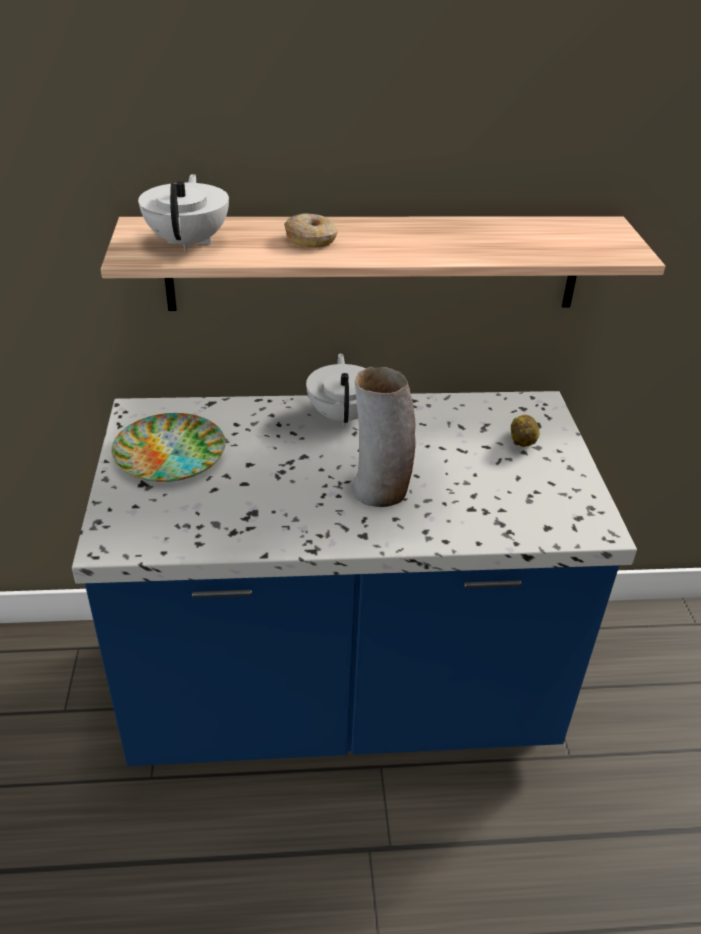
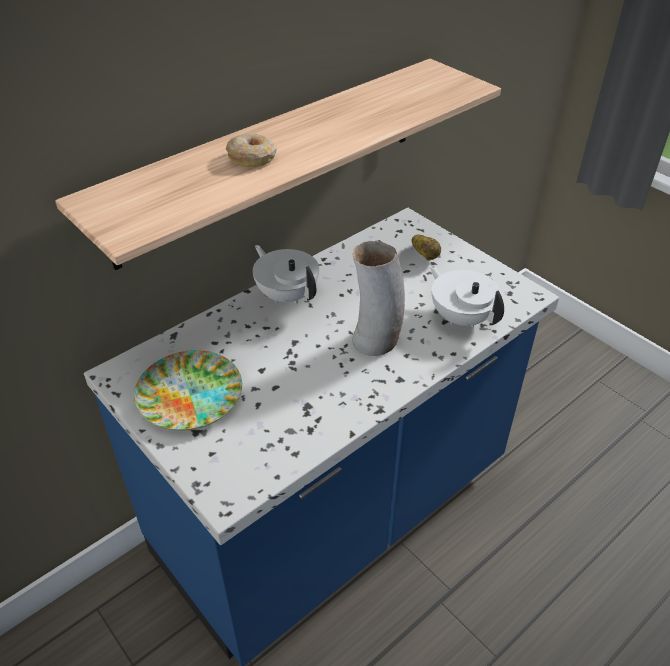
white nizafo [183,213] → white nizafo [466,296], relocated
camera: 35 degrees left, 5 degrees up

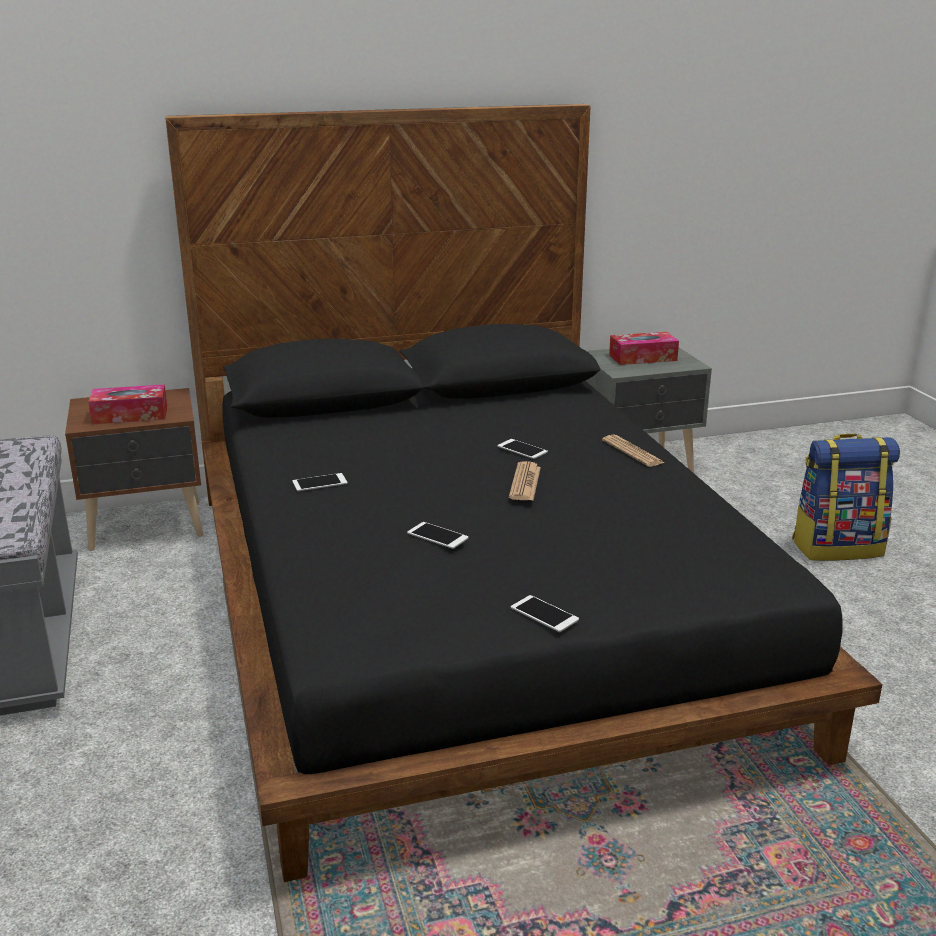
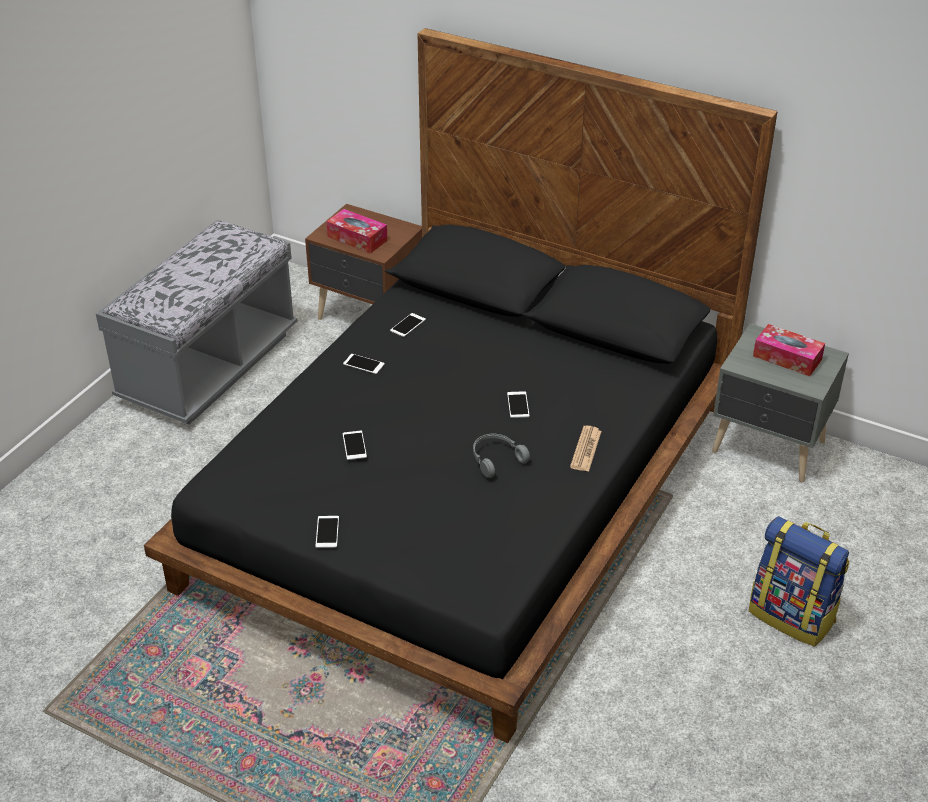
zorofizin [525,480] → -
- → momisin [408,325]
- → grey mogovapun [501,455]
camera: 45 degrees right, 15 degrees up

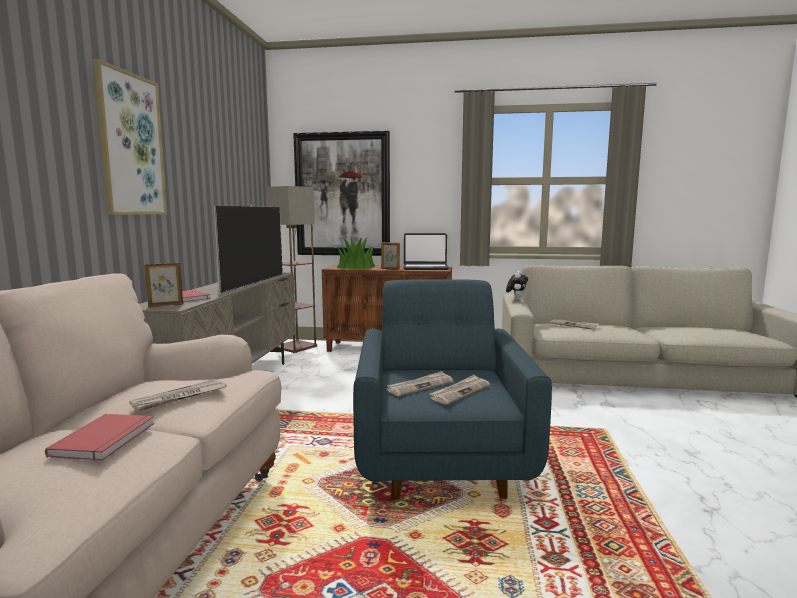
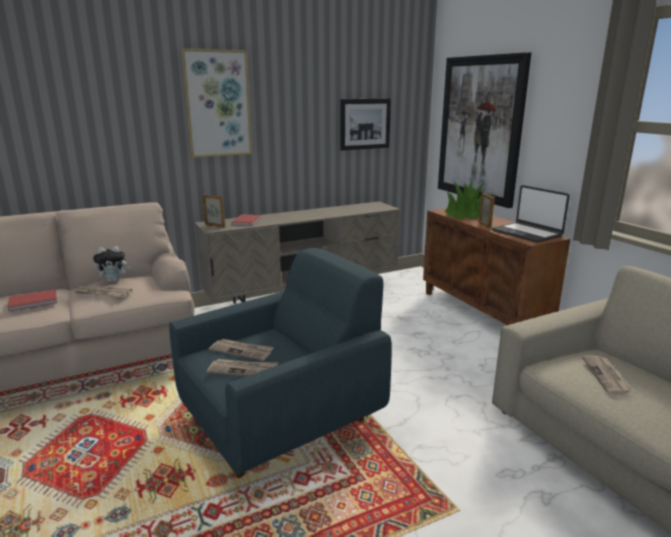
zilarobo [248,249] → -
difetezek [292,269] → -
- → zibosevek [365,124]
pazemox [517,286] → pazemox [112,264], relocated
camera: 55 degrees right, 10 degrees up

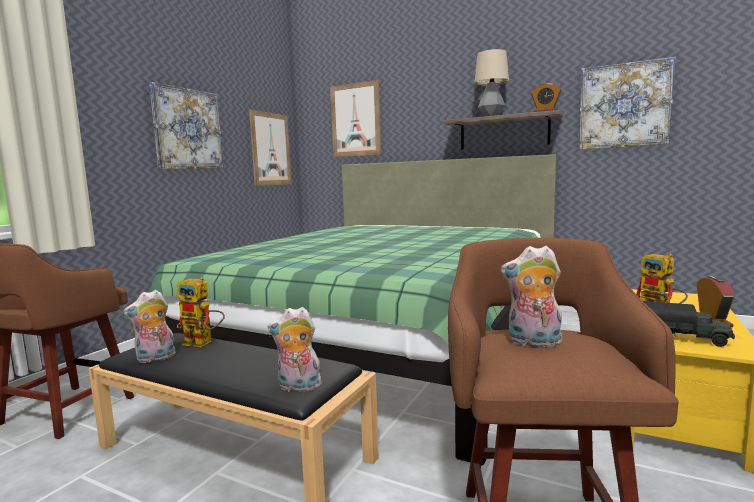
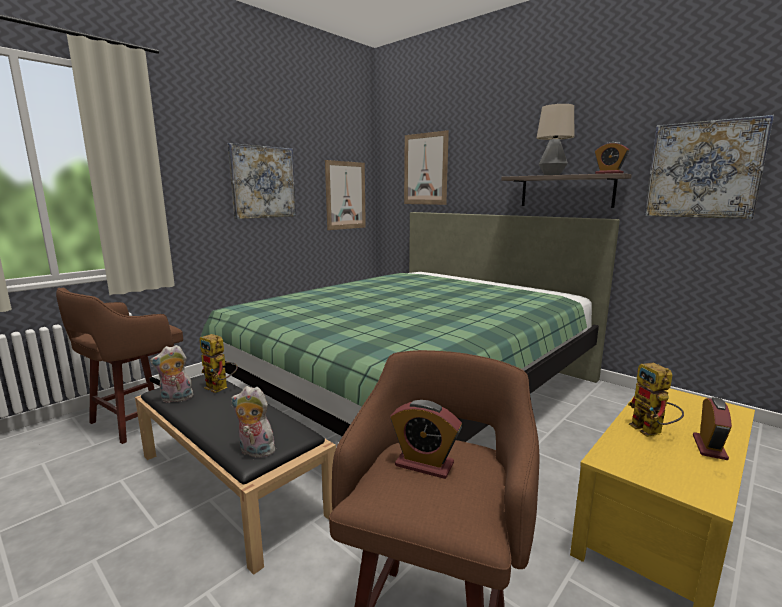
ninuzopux [689,324] → -
pazemox [531,297] → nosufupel [426,439]
camera: 15 degrees right, 5 degrees up

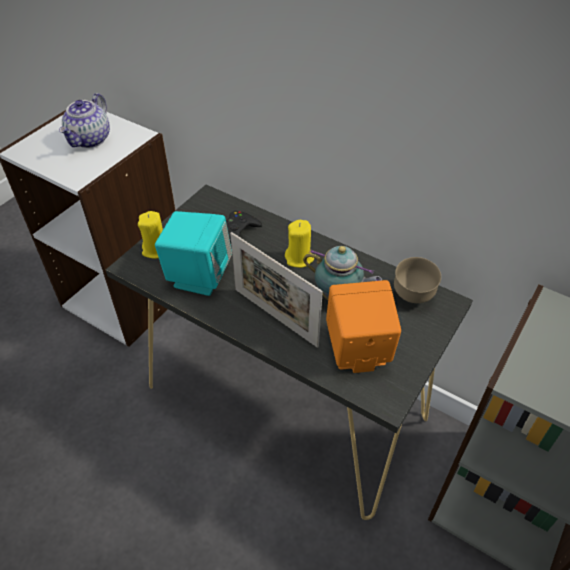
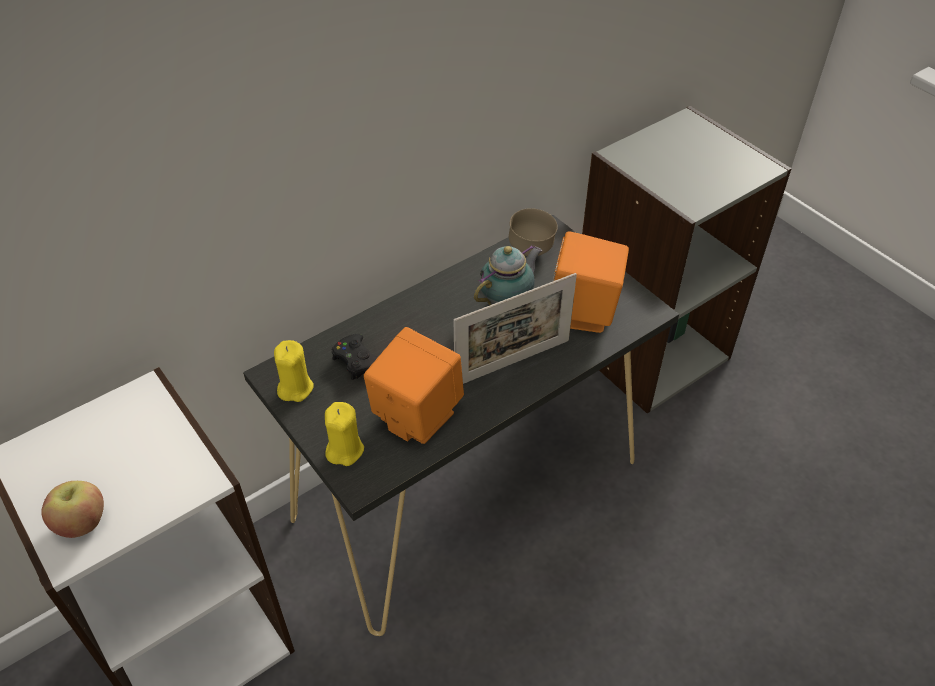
nizafo [84,120] → -
- → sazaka [72,509]
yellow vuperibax [299,244] → yellow vuperibax [294,371], relocated
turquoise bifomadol [193,253] → orange bifomadol [414,385]
camera: 70 degrees left, 0 degrees up

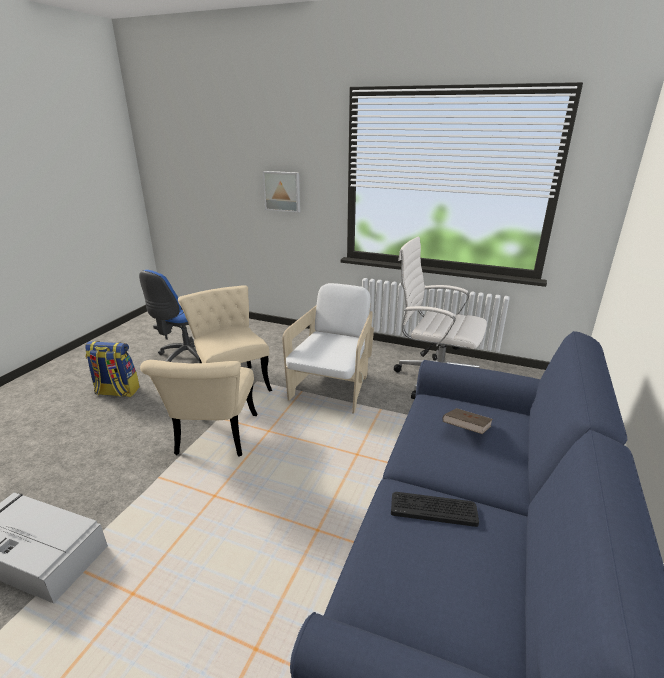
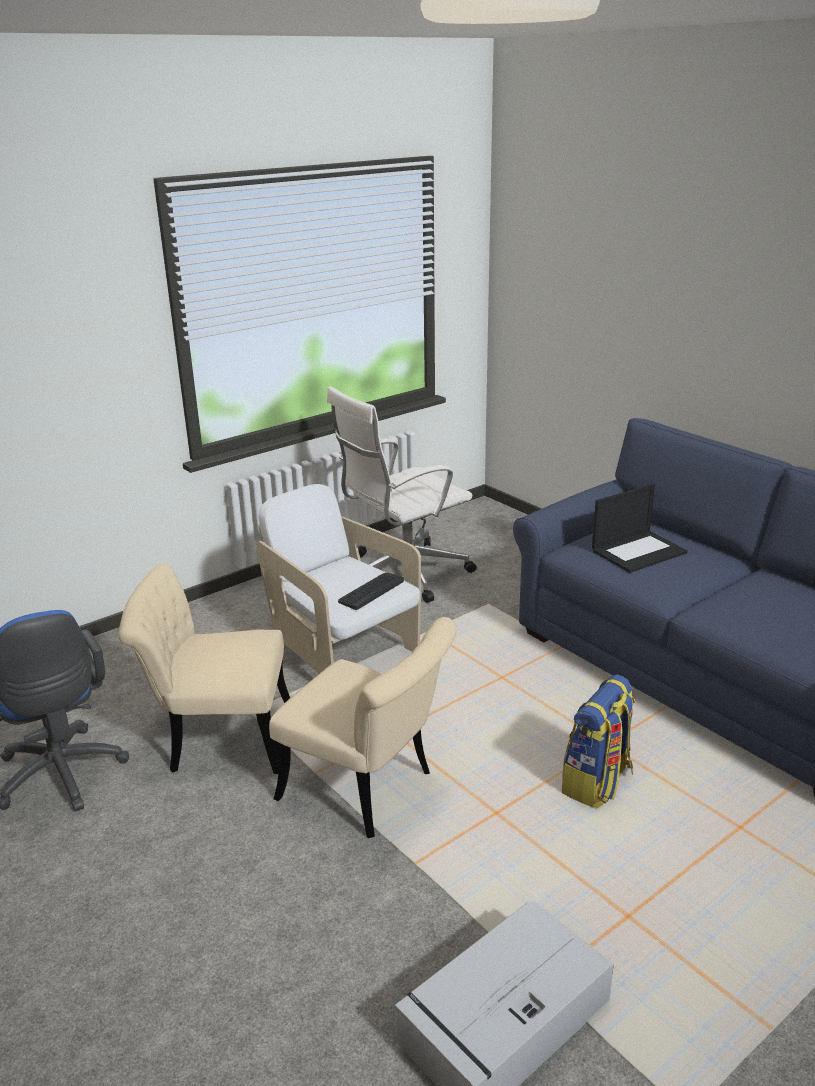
zibosevek [281,192] → -
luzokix [112,369] → luzokix [598,742], relocated
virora [435,509] → virora [371,591], relocated
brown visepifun [467,421] → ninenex [640,528]
camera: 60 degrees left, 0 degrees up

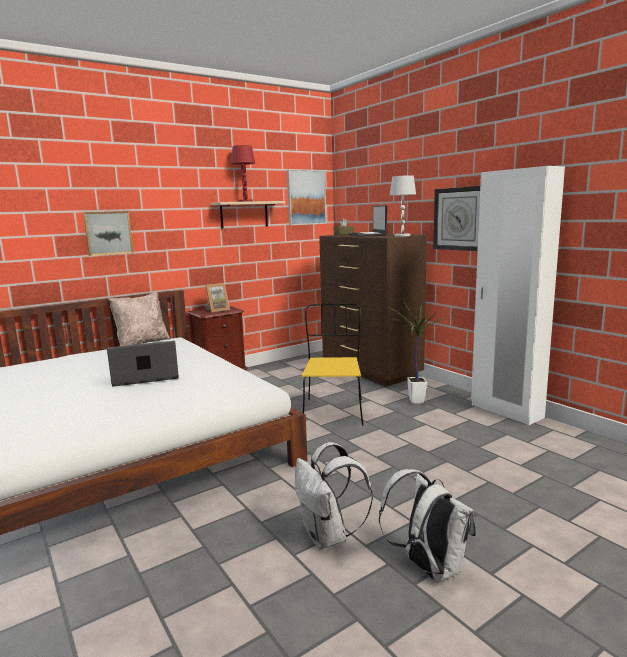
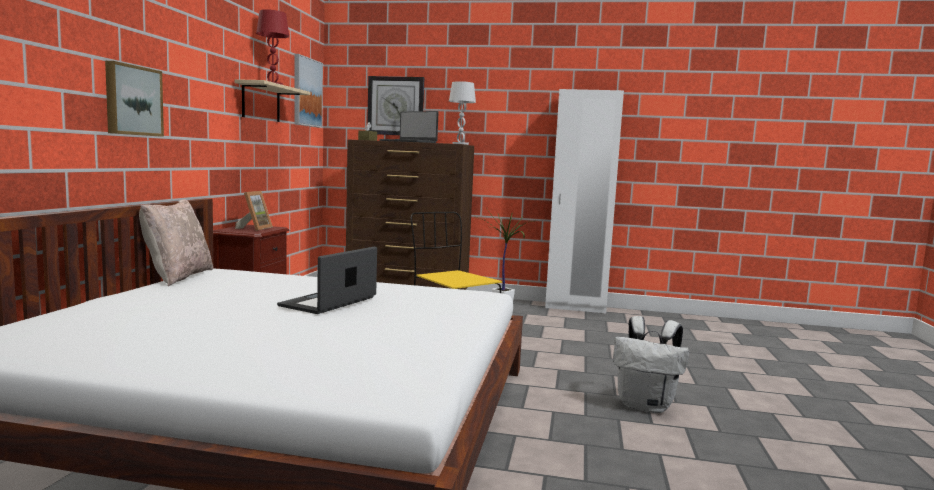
white luzokix [427,525] → -
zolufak [456,218] → zolufak [395,105], relocated
camera: 45 degrees left, 5 degrees down

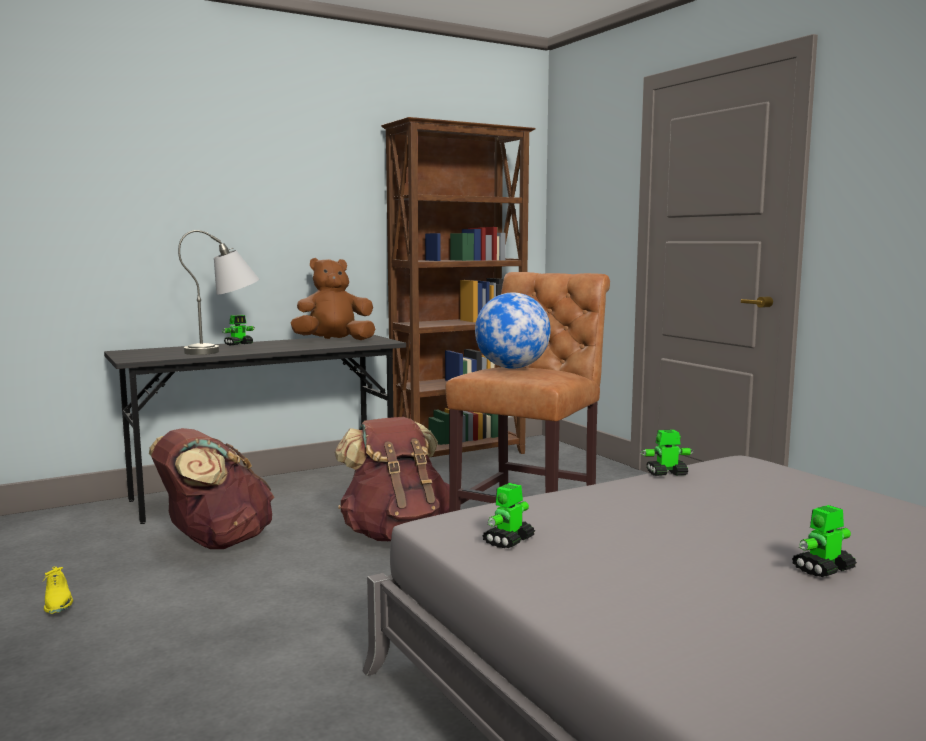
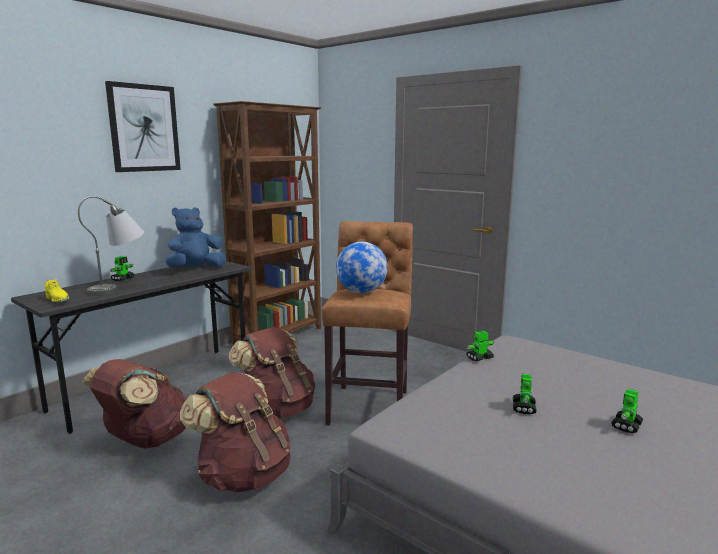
- → zibosevek [143,126]
- → brown luzokix [235,432]
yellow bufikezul [58,590] → yellow bufikezul [56,290], relocated
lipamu [508,515] → lipamu [525,394], relocated
brown pazemox [333,299] → blue pazemox [196,237]
camera: 20 degrees left, 5 degrees up

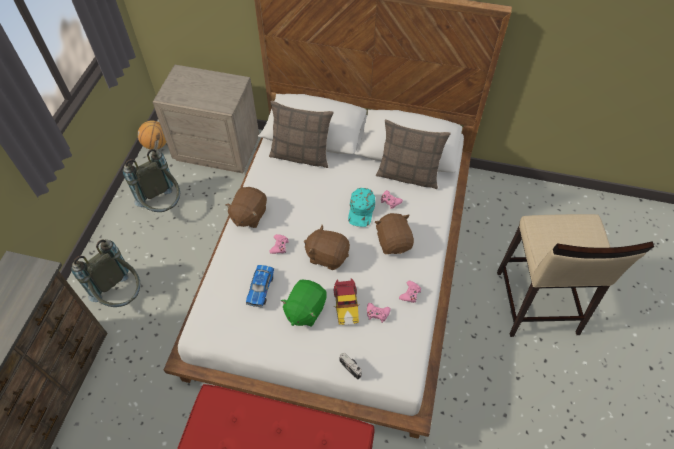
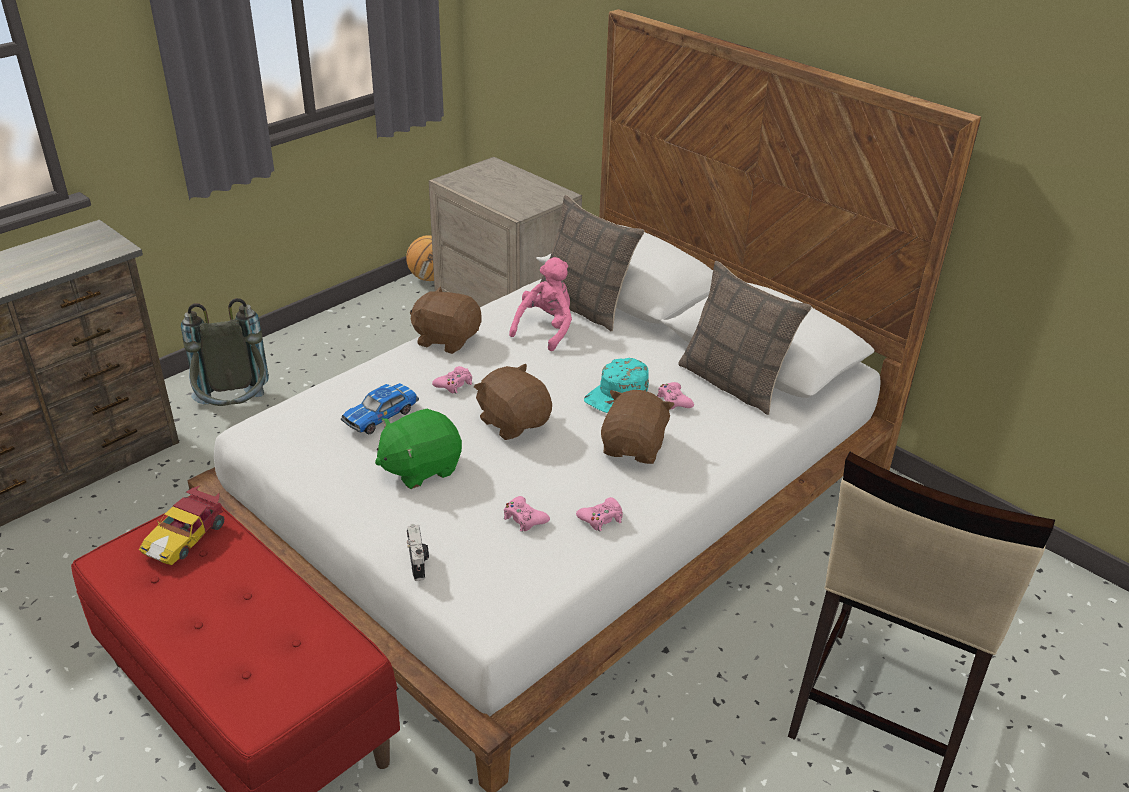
grey luzokix [151,180] → -
- → pink pazemox [540,304]
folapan [346,301] → folapan [182,525], relocated
brown pazemox [246,207] → brown pazemox [446,320], 60 degrees clockwise
camera: 30 degrees right, 20 degrees down

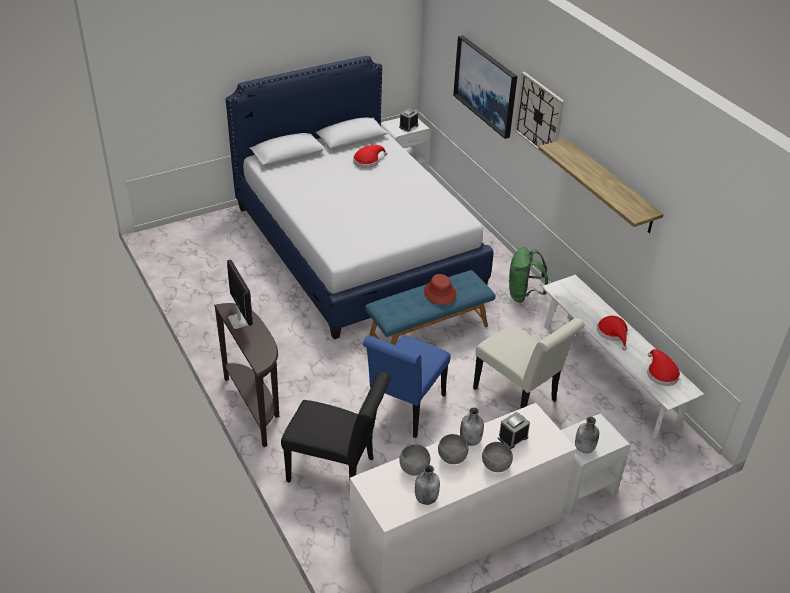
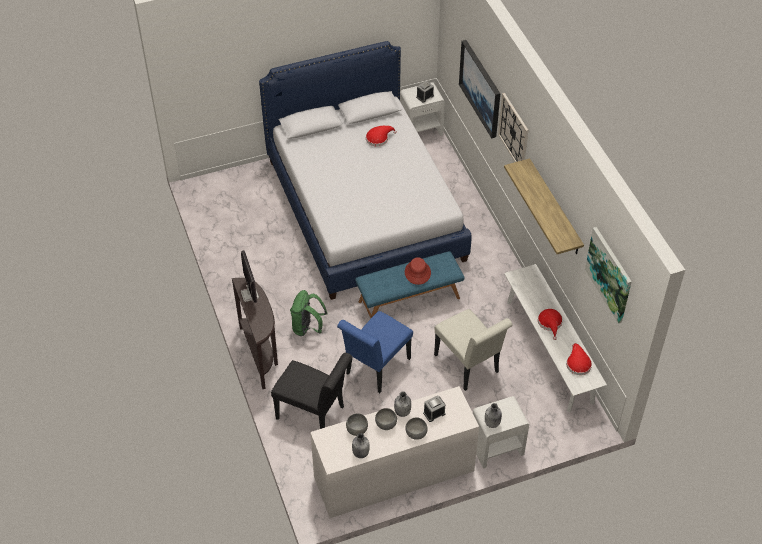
- → zibosevek [608,275]
green luzokix [528,275] → green luzokix [308,313], relocated
camera: 10 degrees right, 10 degrees up

